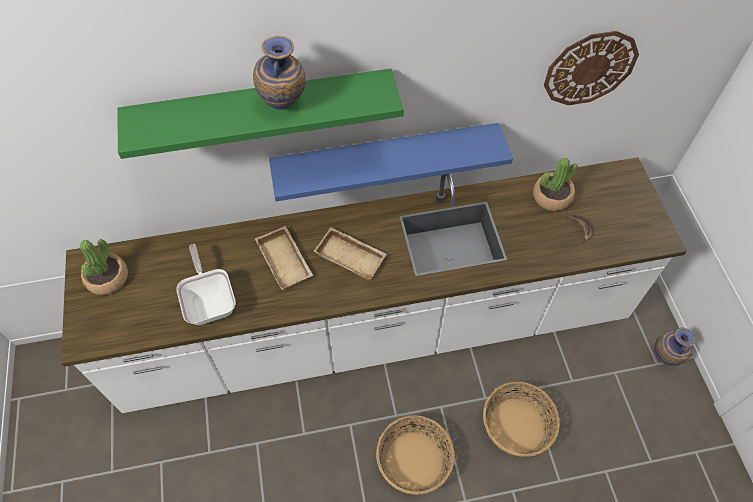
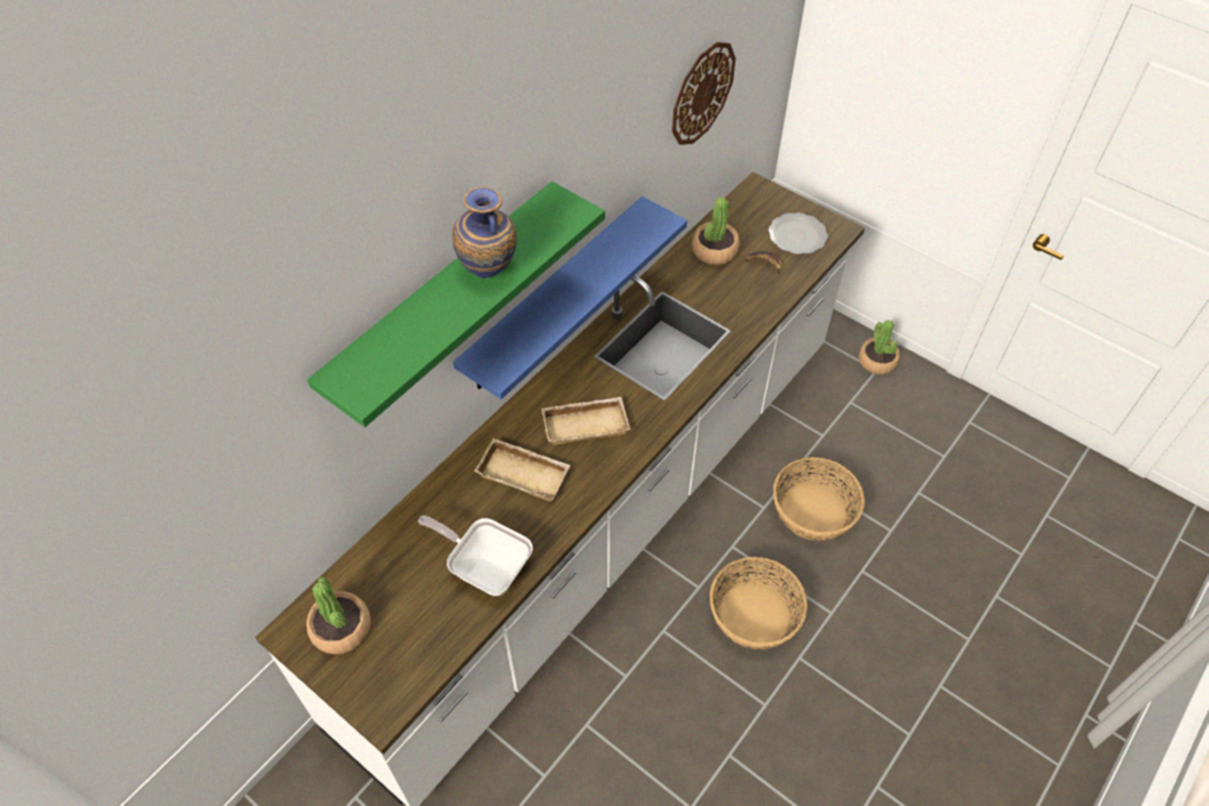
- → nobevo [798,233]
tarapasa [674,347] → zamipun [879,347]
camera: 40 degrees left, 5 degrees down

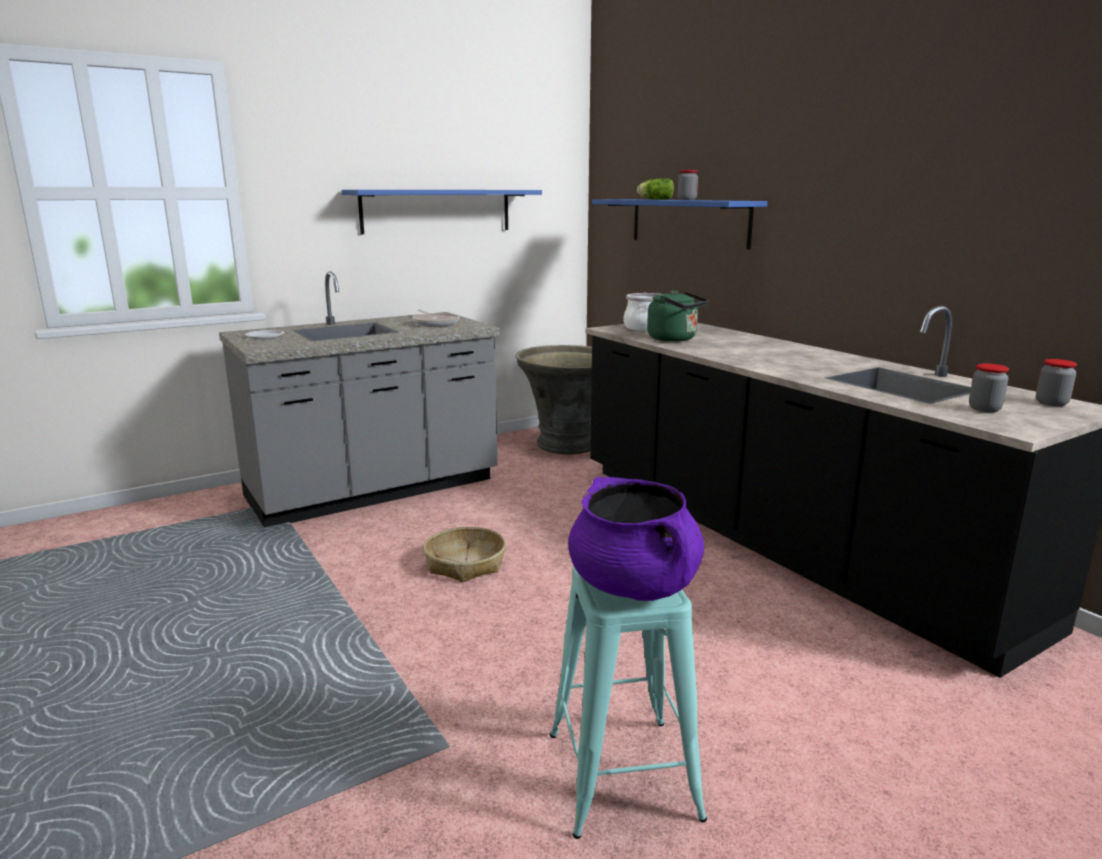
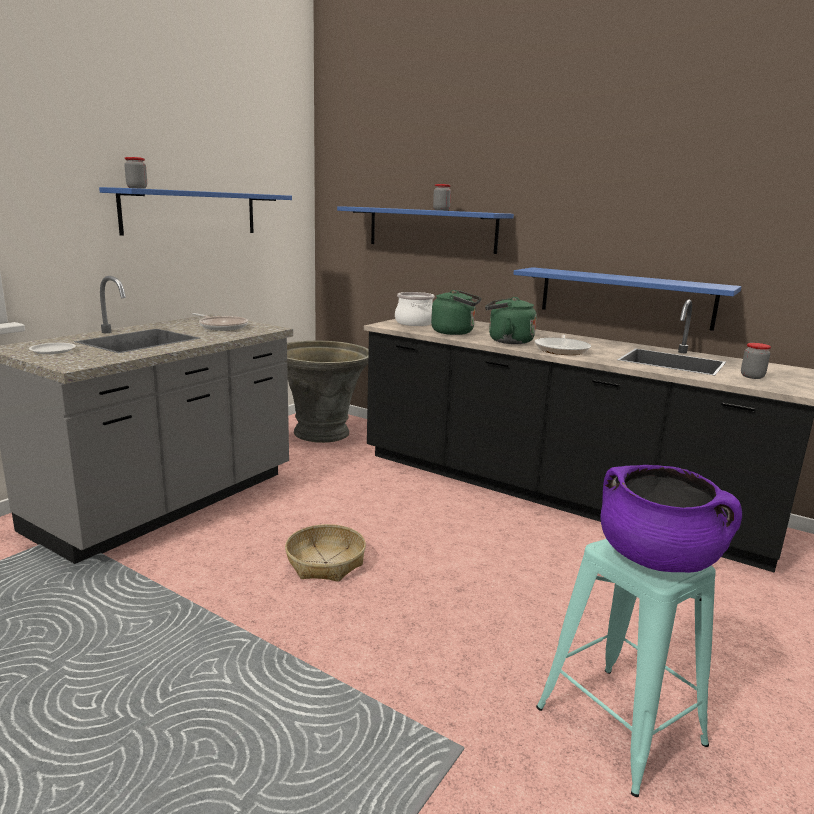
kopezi [655,189] → -
- → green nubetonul [511,320]
- → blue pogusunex [627,299]
- → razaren [562,344]
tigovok [1056,382] → tigovok [135,173], relocated
camera: 25 degrees left, 0 degrees up

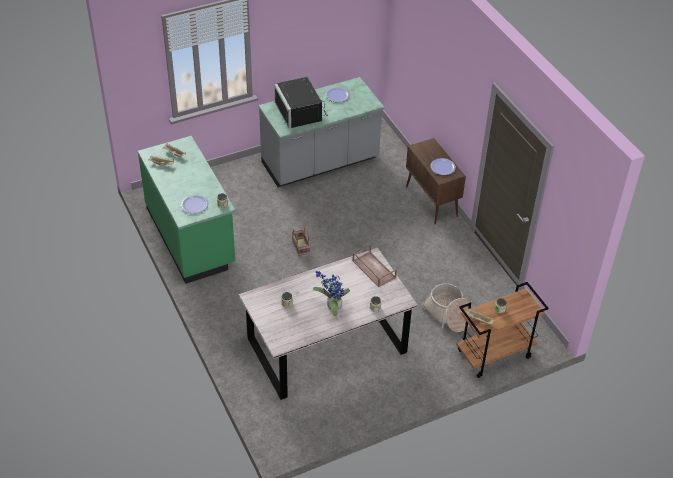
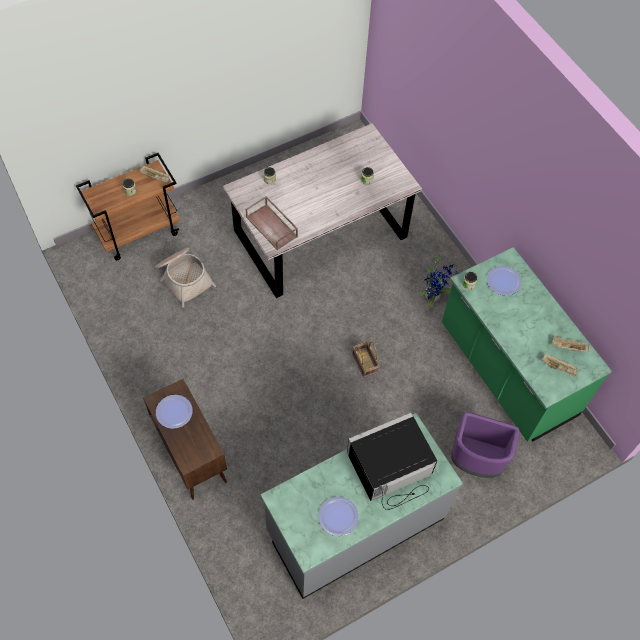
- → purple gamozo [485,445]
zamipun [331,293] → zamipun [439,280], relocated
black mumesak [301,102] → black mumesak [392,461], 90 degrees counterclockwise
camera: 175 degrees right, 15 degrees up

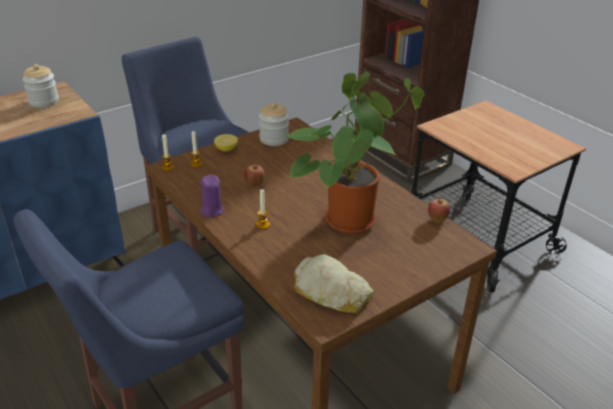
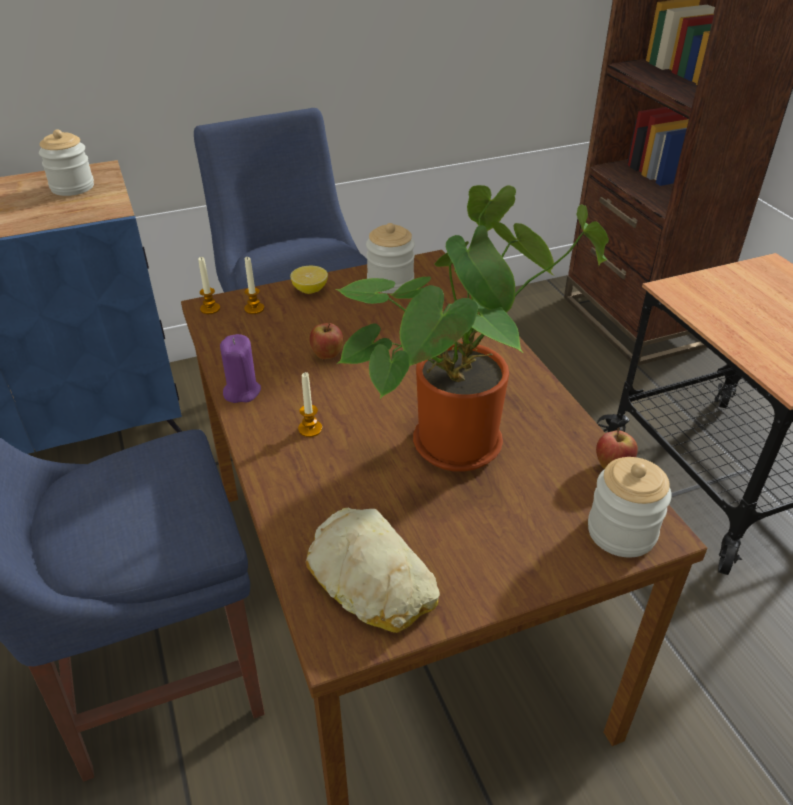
- → tigovok [630,507]
camera: 15 degrees right, 5 degrees up

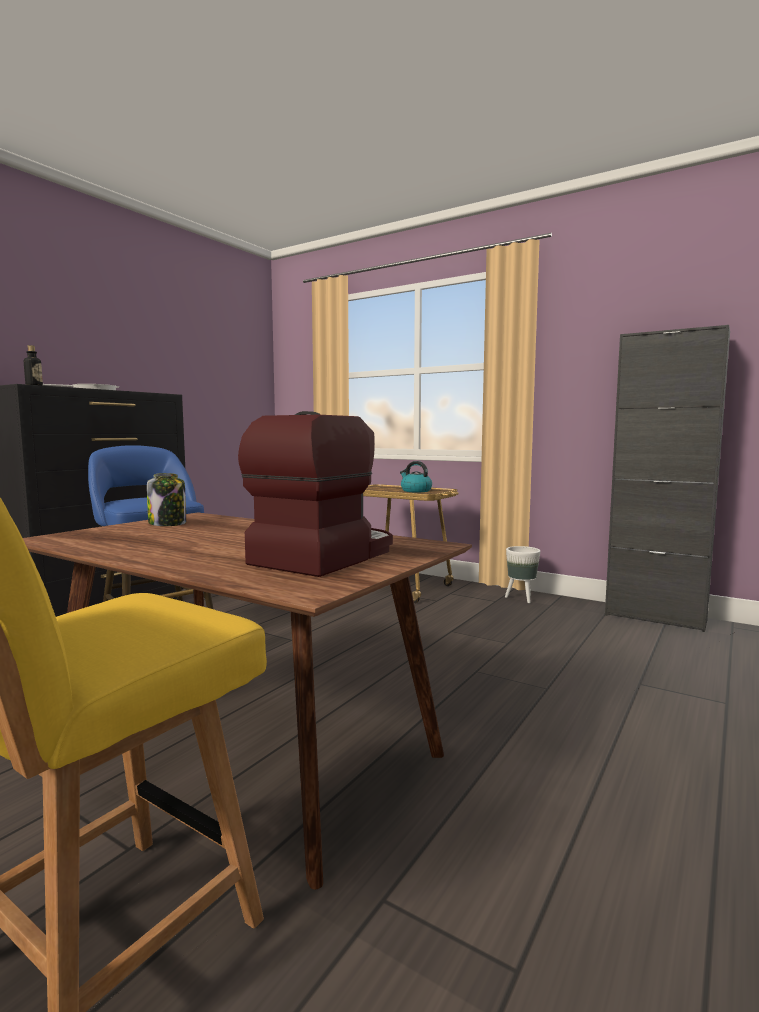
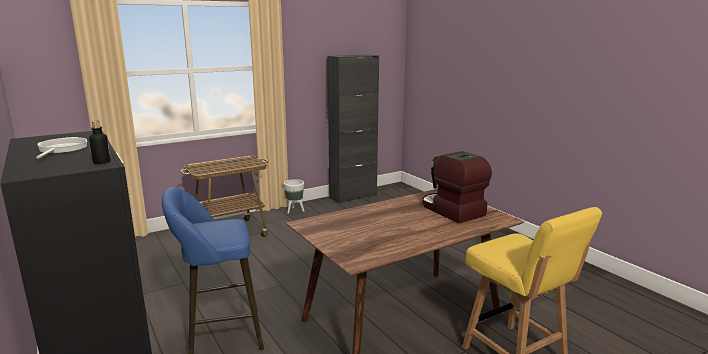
tigovok [166,499] → -
nubetonul [416,476] → -
camera: 65 degrees left, 10 degrees up

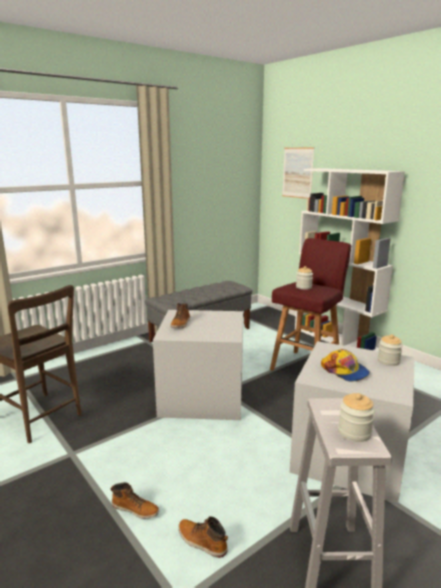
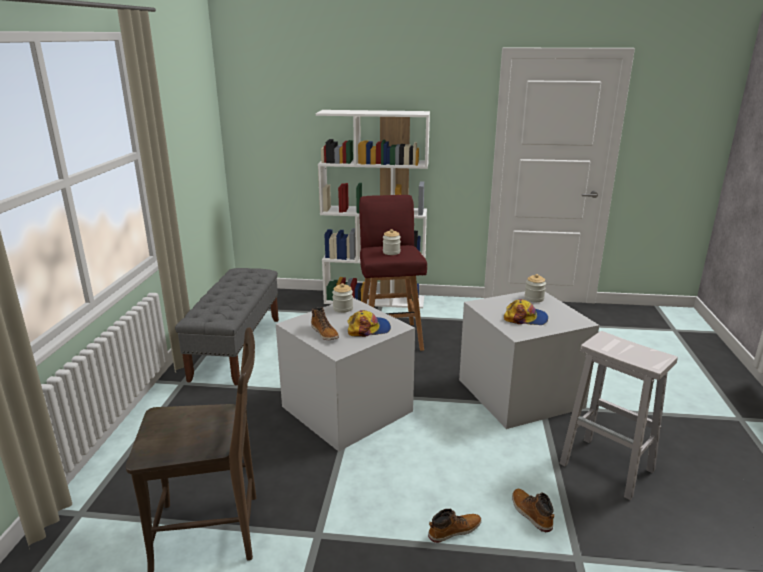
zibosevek [298,173] → -
- → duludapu [369,323]
tigovok [356,417] → tigovok [342,298], relocated
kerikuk [203,537] → kerikuk [533,510], 75 degrees clockwise
camera: 45 degrees left, 5 degrees up

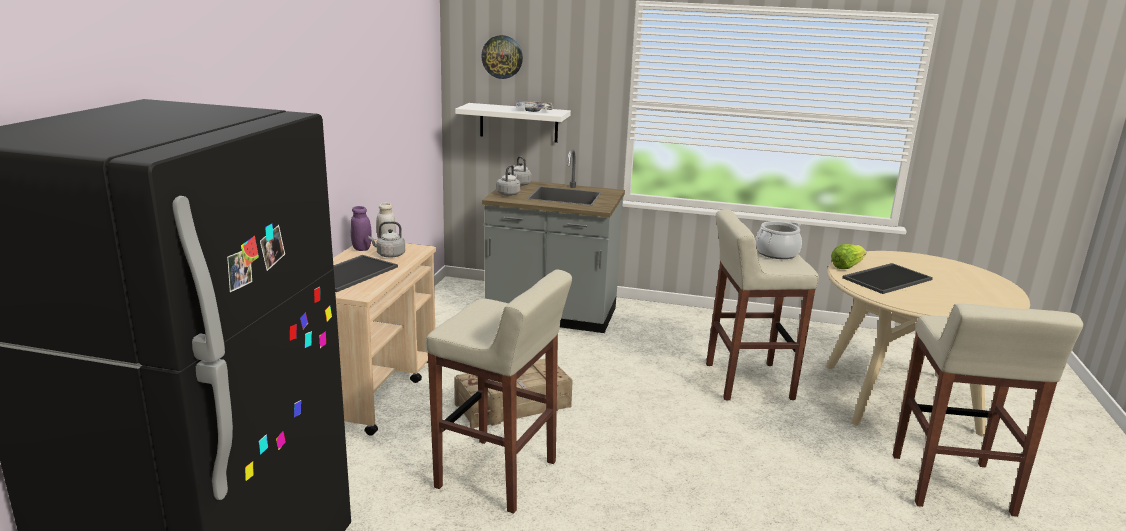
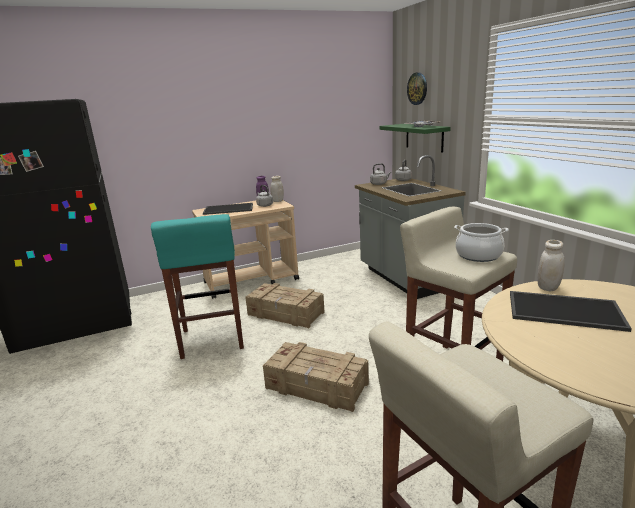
- → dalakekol [316,377]
kopezi [848,256] → white tigovok [551,266]
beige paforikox [499,391] → turquoise paforikox [197,286]
white pogusunex [513,123] → green pogusunex [415,138]
camera: 55 degrees right, 0 degrees up

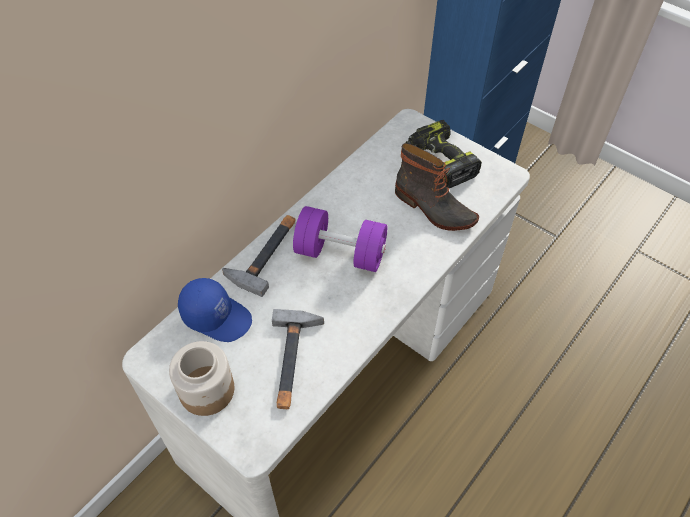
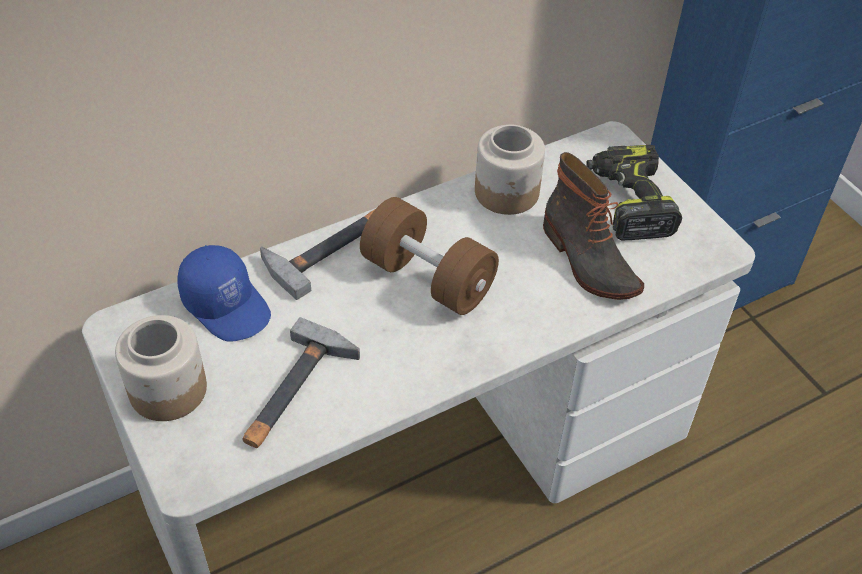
- → tigovok [510,170]
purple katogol [340,239] → brown katogol [429,256]
camera: 20 degrees right, 5 degrees down

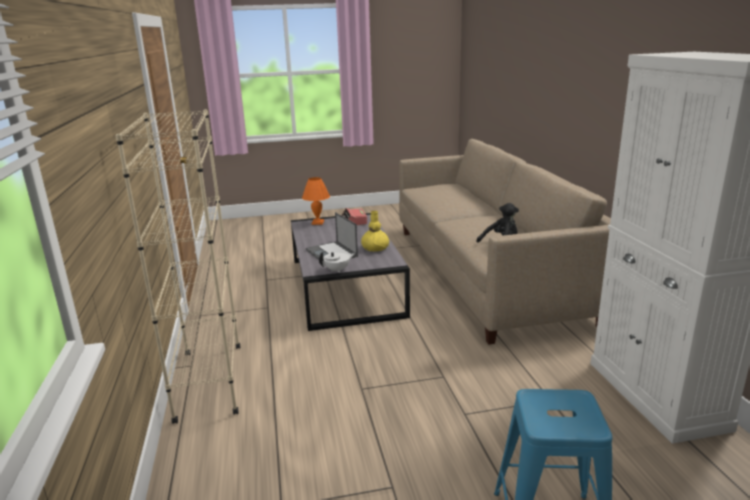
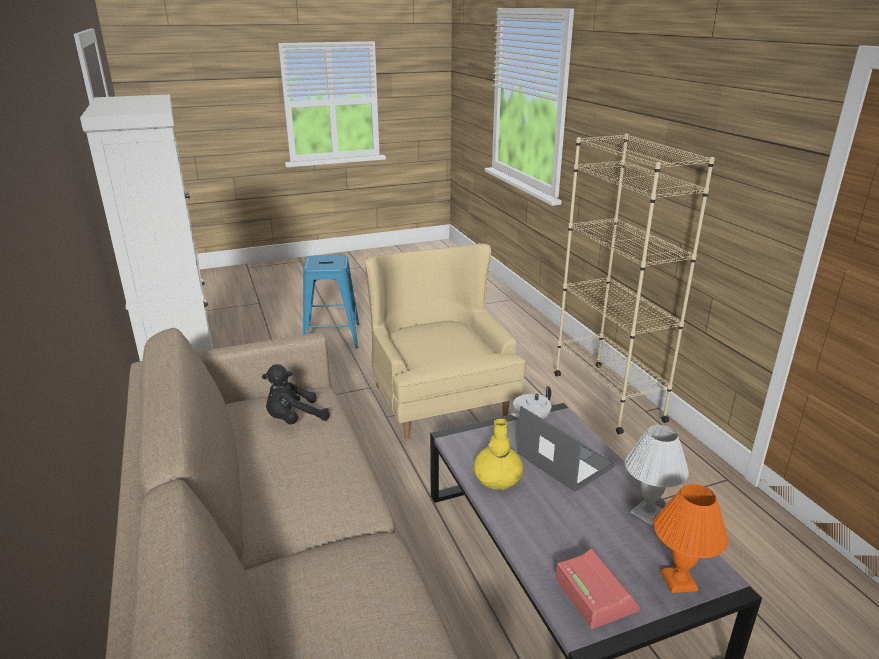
- → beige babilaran [446,341]
- → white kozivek [657,475]
camera: 170 degrees right, 5 degrees up

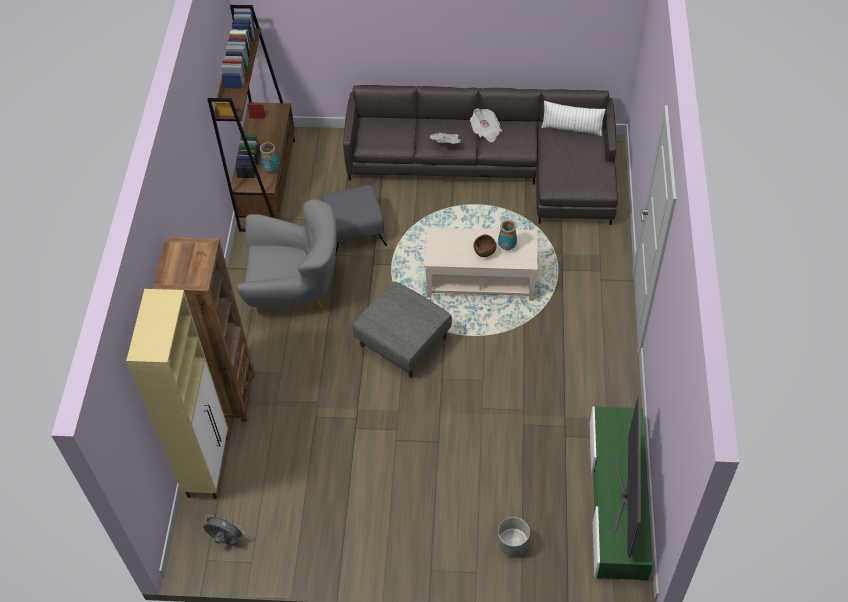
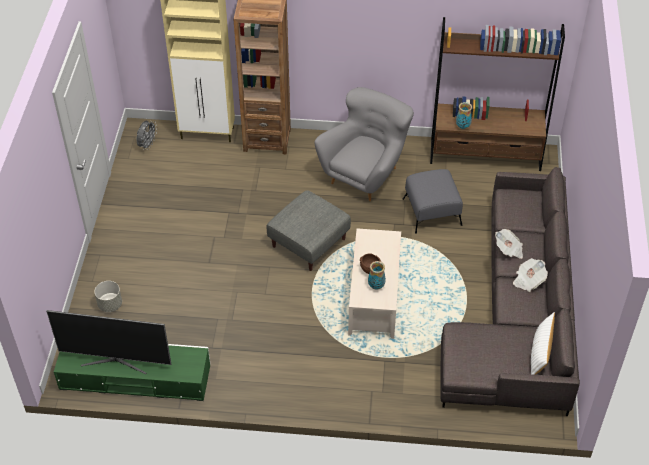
grey babilaran [287,256] → grey babilaran [364,144], 150 degrees counterclockwise
camera: 90 degrees right, 5 degrees down

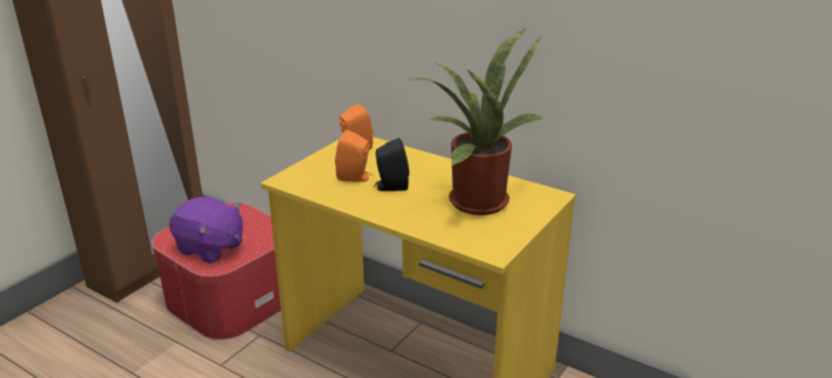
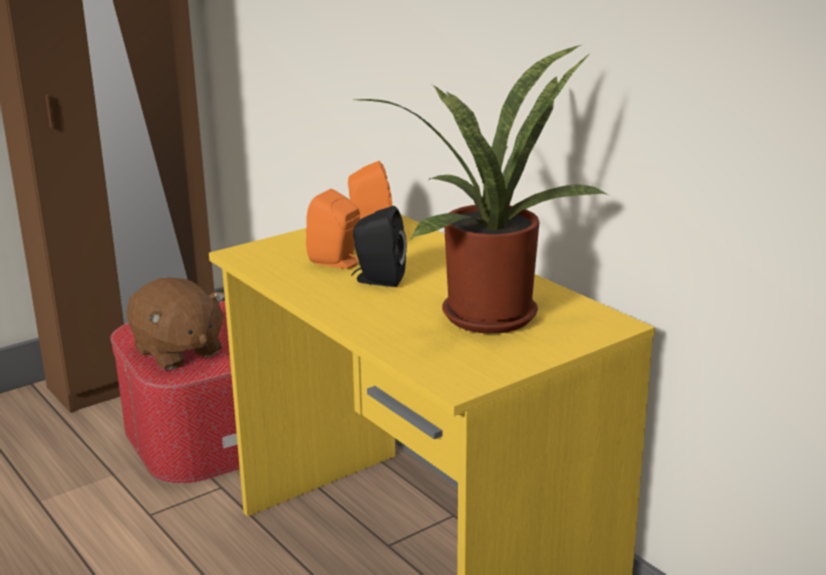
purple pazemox [206,230] → brown pazemox [176,323]
camera: 20 degrees right, 5 degrees down

